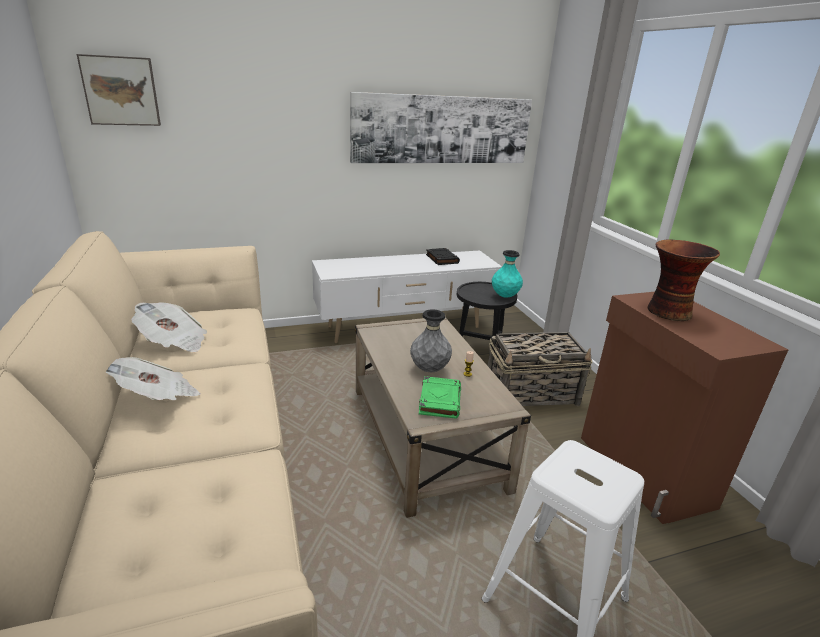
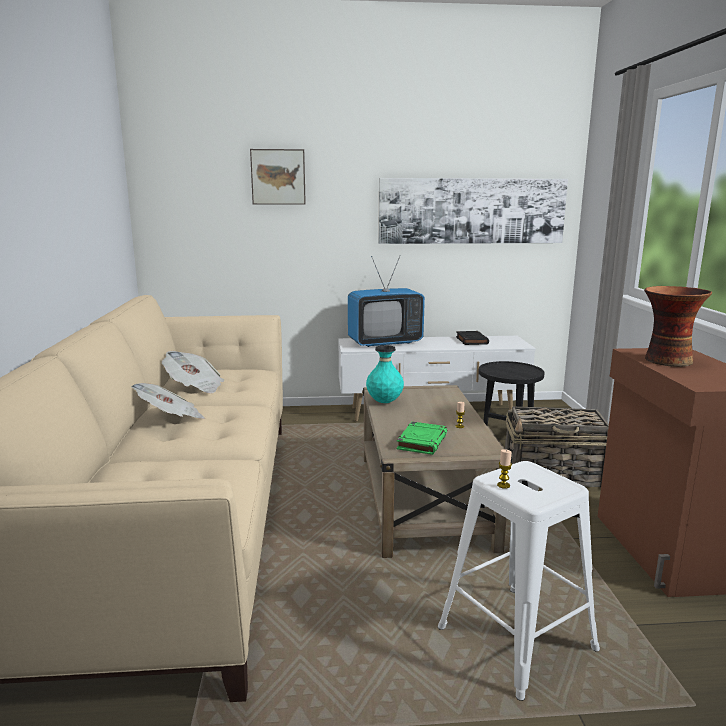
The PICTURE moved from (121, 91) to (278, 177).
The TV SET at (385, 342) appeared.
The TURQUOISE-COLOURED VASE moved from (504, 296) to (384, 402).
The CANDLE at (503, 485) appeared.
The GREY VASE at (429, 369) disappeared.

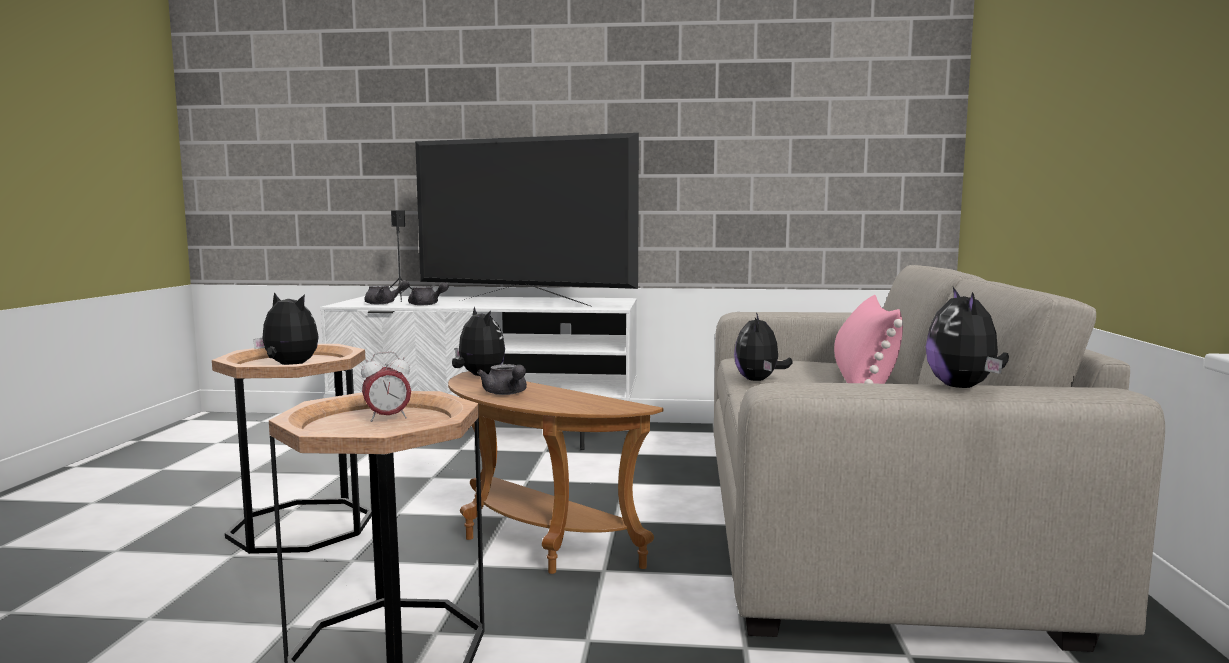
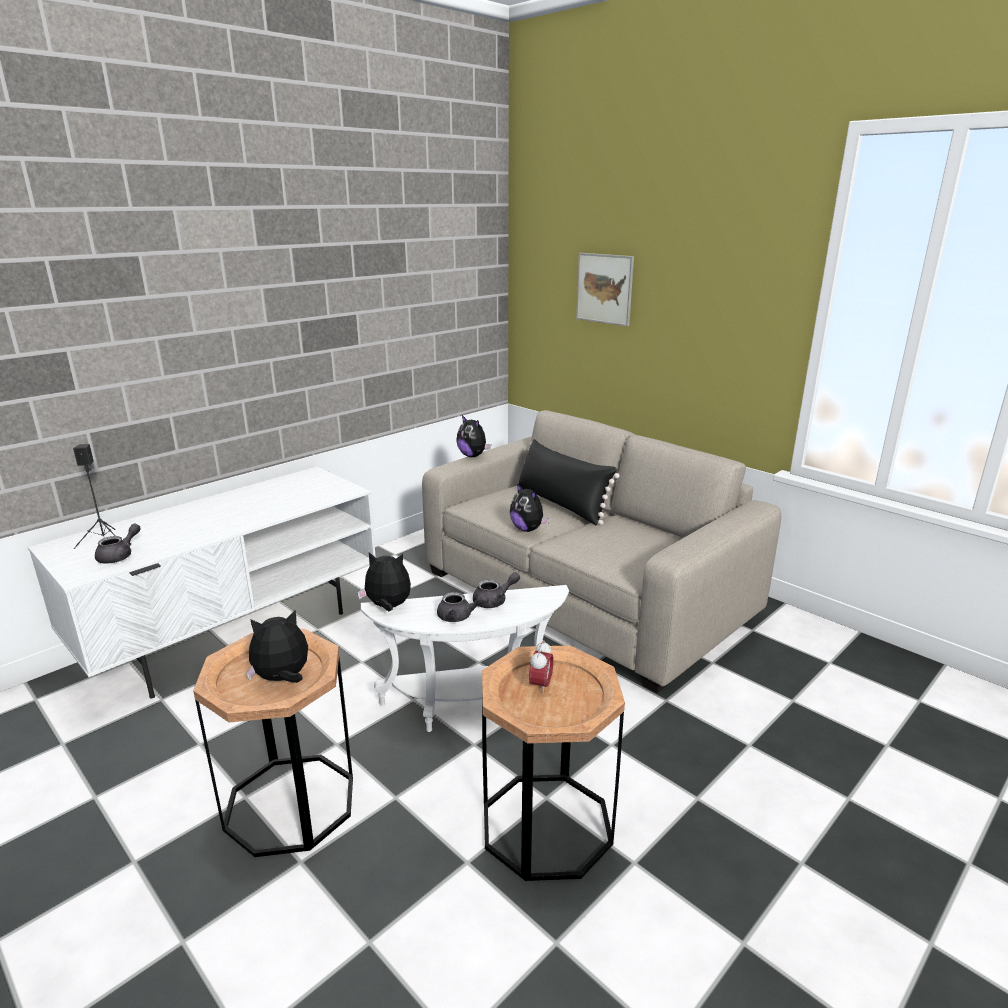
The BROWN ACCENT TABLE at (533, 543) became the WHITE-COLOURED ACCENT TABLE at (471, 707).
The CUDDLY TOY moved from (964, 387) to (473, 456).
The GREY POT FOR TEA moved from (426, 304) to (494, 601).
The PINKISH CUSHION at (863, 380) became the BLACK-COLOURED CUSHION at (561, 504).
The PICTURE at (604, 289) appeared.
The TV SET at (524, 303) disappeared.

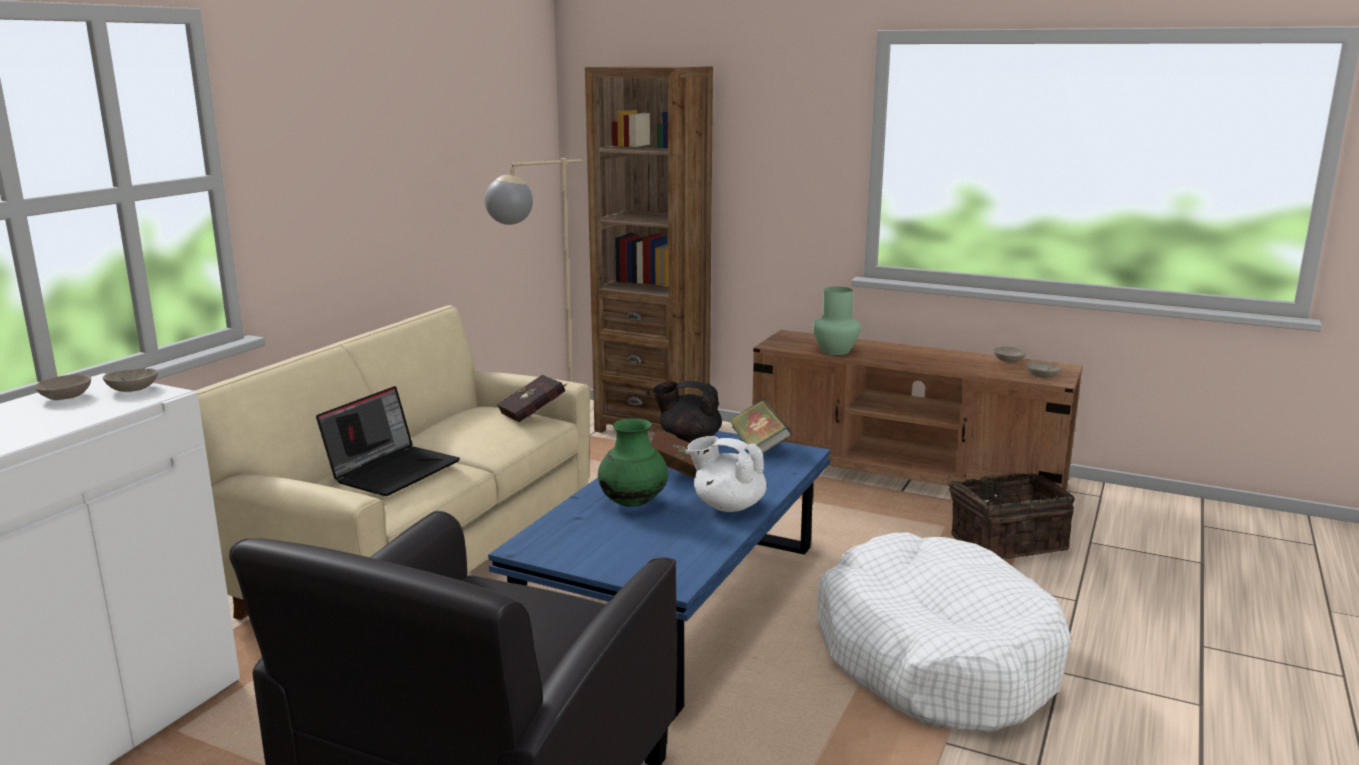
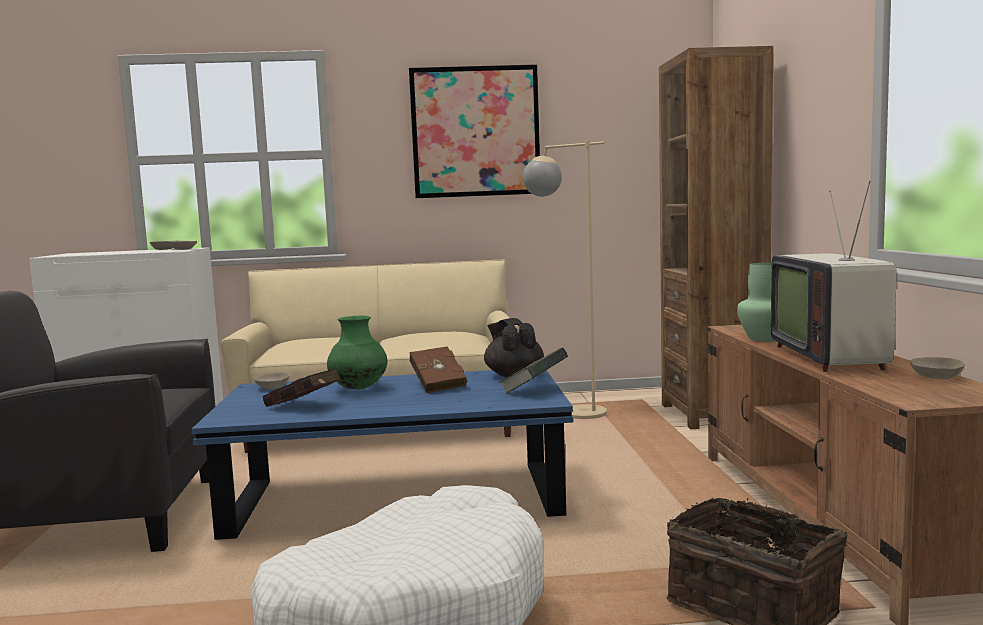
The BEIGE-COLOURED BOWL moved from (1041, 376) to (272, 387).
The RED VOLUME moved from (535, 413) to (305, 406).
The PICTURE at (475, 132) appeared.
The TV SET at (833, 356) appeared.
The NOTEBOOK COMPUTER at (393, 470) disappeared.
The WHITE-COLOURED POT FOR TEA at (728, 506) disappeared.

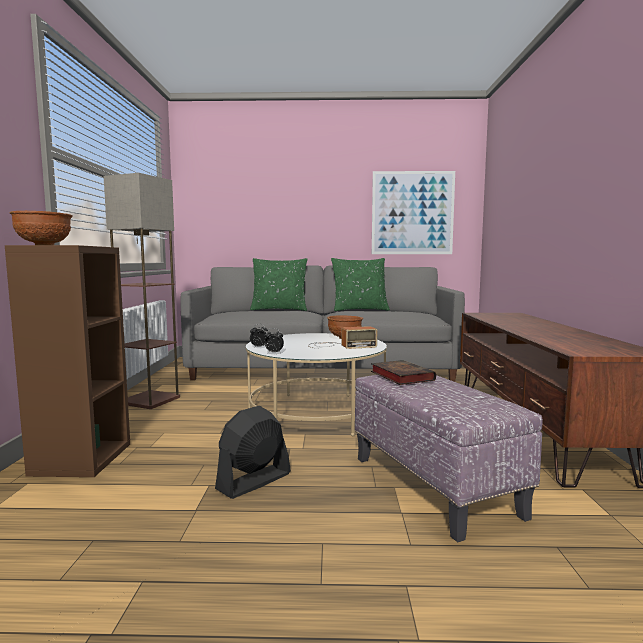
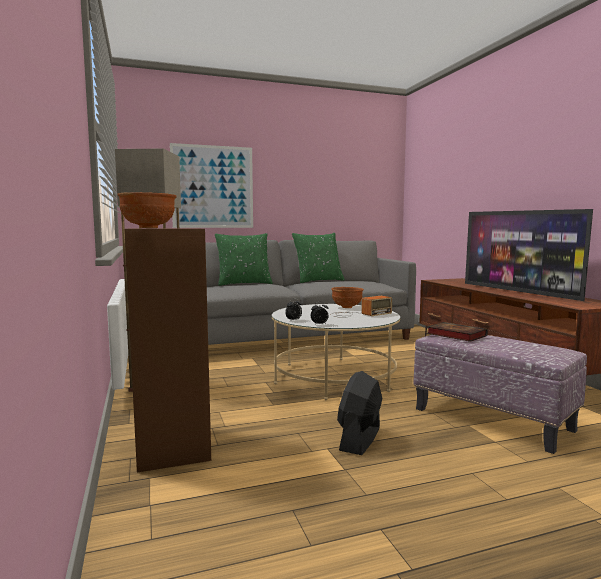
The PICTURE moved from (412, 213) to (213, 187).
The TV SET at (519, 291) appeared.

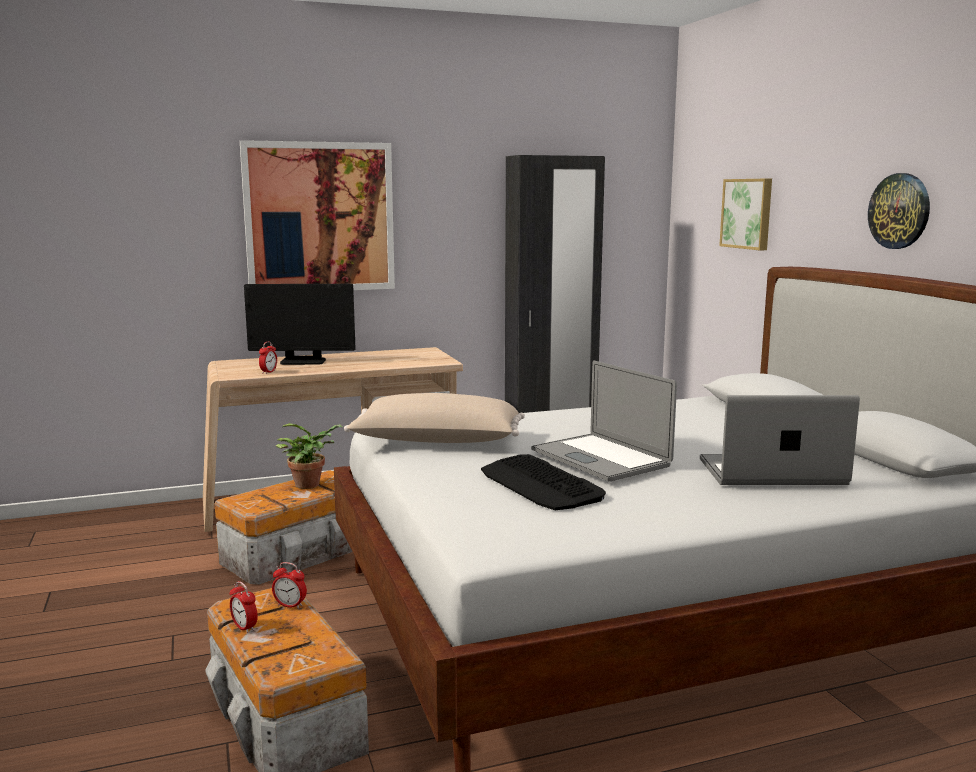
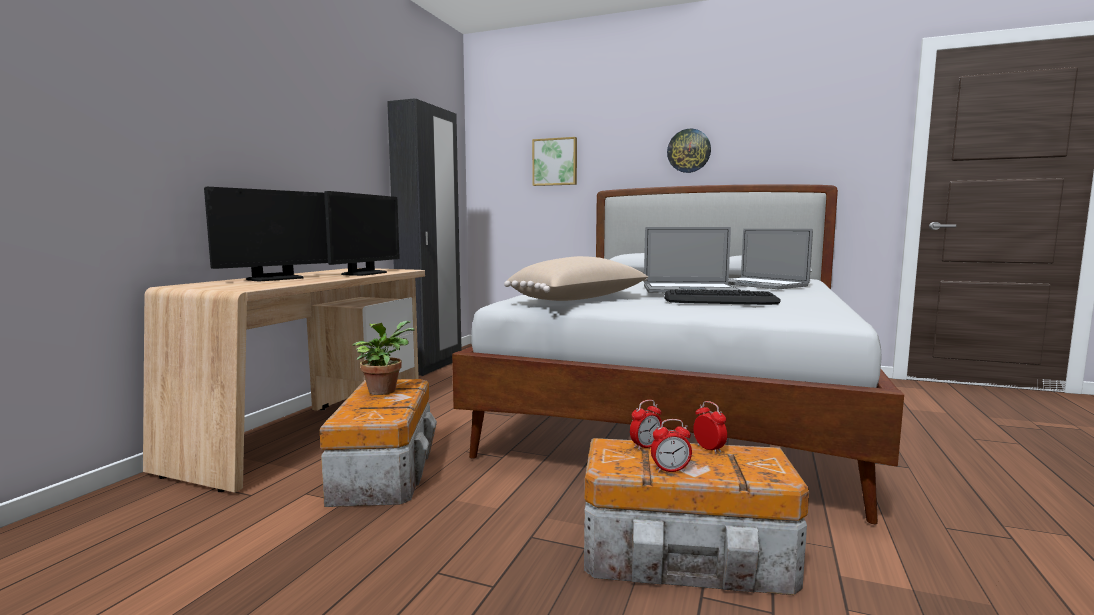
The MONITOR at (364, 273) appeared.
The TABLE CLOCK moved from (268, 372) to (709, 449).
The NOTEBOOK COMPUTER at (771, 472) turned 75 degrees counterclockwise.
The PICTURE at (319, 217) disappeared.

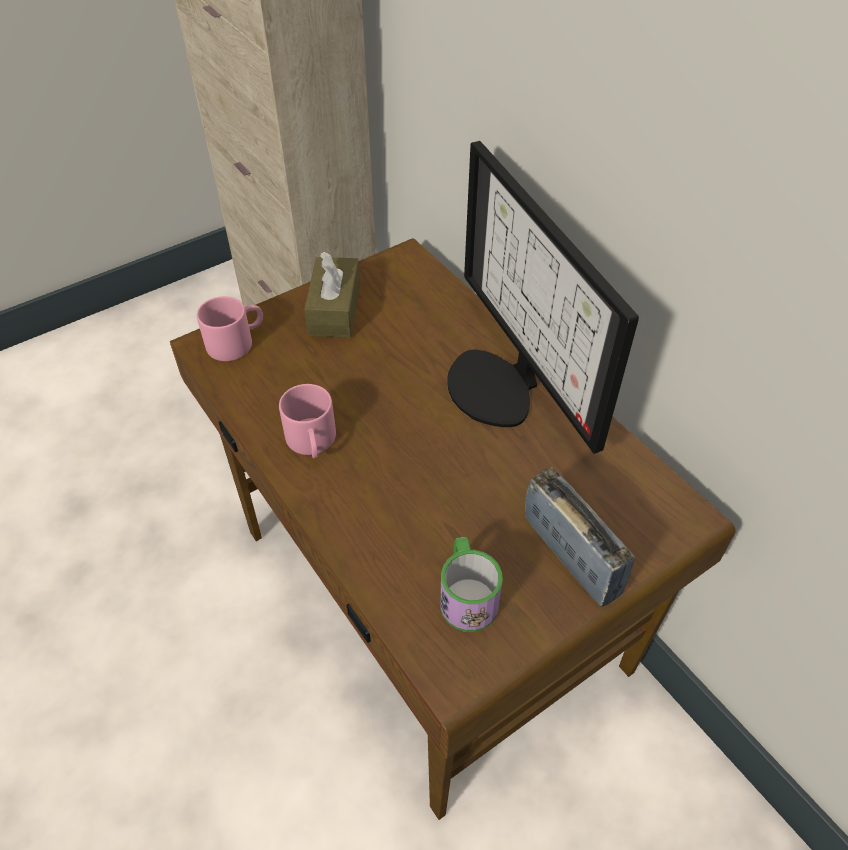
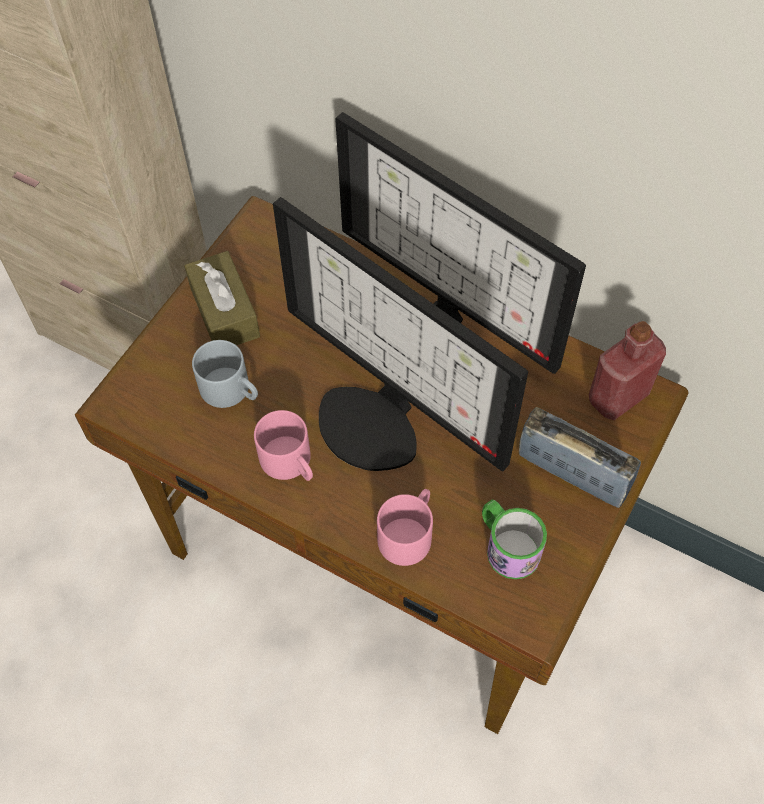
The GREY COFFEE MUG at (232, 390) appeared.
The MONITOR at (376, 421) appeared.
The PINKISH COFFEE MUG moved from (236, 341) to (408, 532).
The RED BOTTLE at (618, 397) appeared.

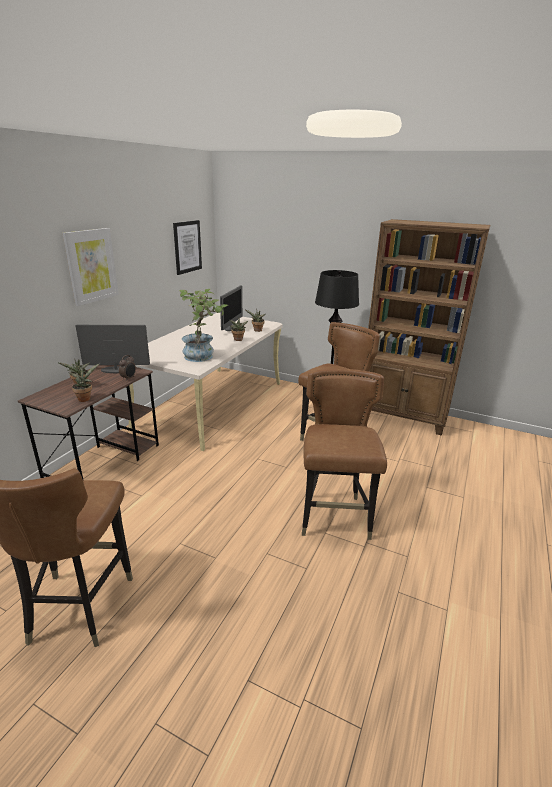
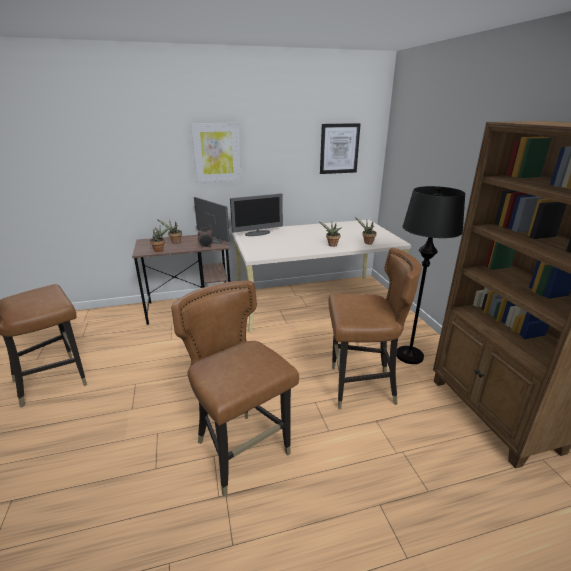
The BROWN CHAIR at (335, 517) turned 90 degrees counterclockwise.
The MONITOR moved from (232, 327) to (257, 233).
The POTTED PLANT at (203, 356) disappeared.

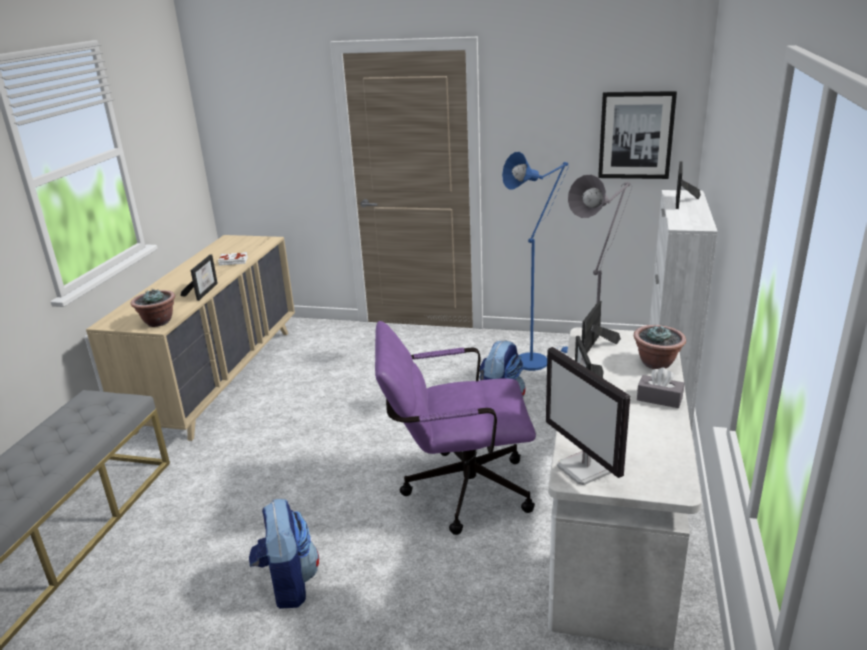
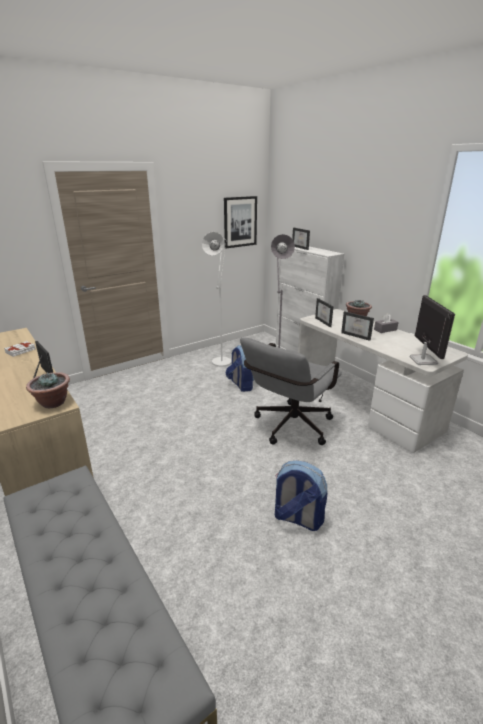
The BLUISH STANDING LAMP at (536, 360) became the WHITE-COLOURED STANDING LAMP at (222, 360).
The PURPLE-COLOURED OFFICE CHAIR at (456, 490) became the GREY OFFICE CHAIR at (289, 428).
The MONITOR at (585, 469) turned 105 degrees counterclockwise.

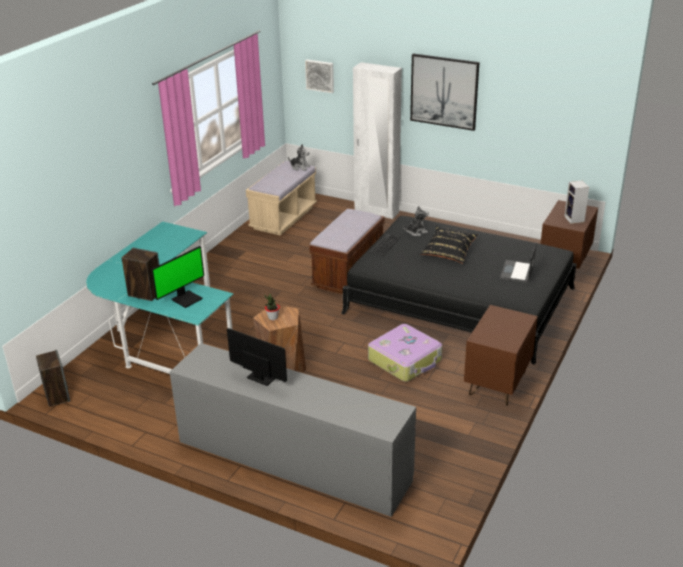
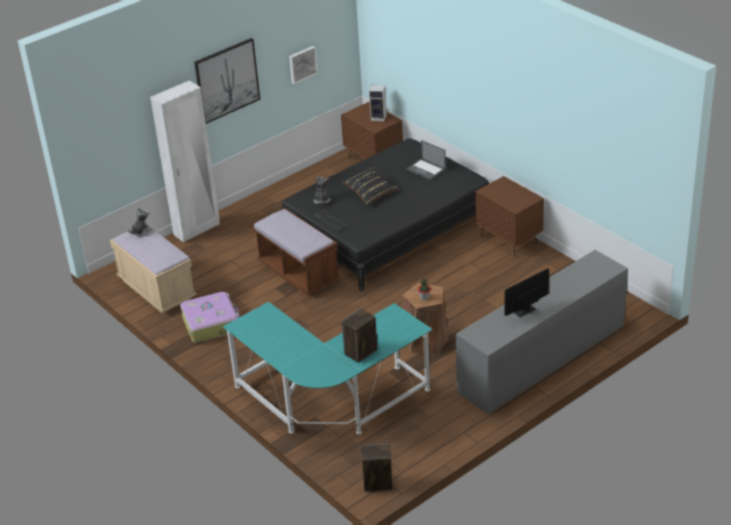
The PIECE OF LUGGAGE moved from (405, 360) to (211, 323).
The PICTURE moved from (320, 75) to (302, 64).
The MONITOR at (186, 299) disappeared.

